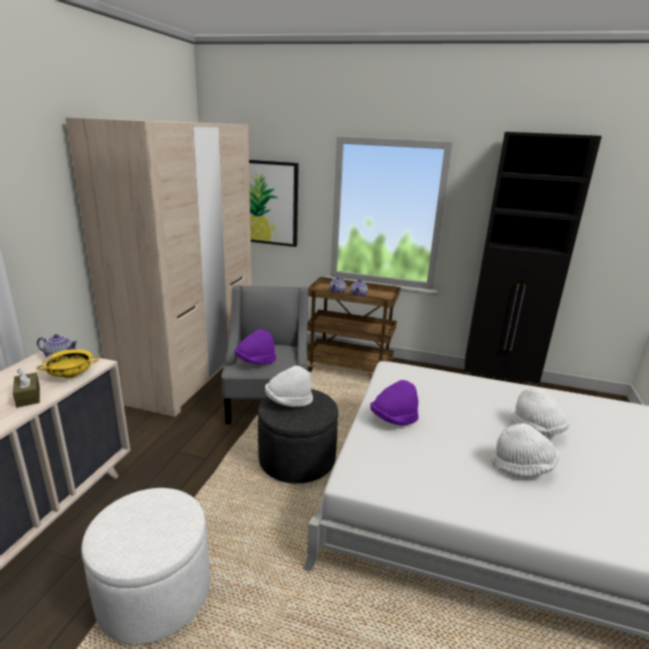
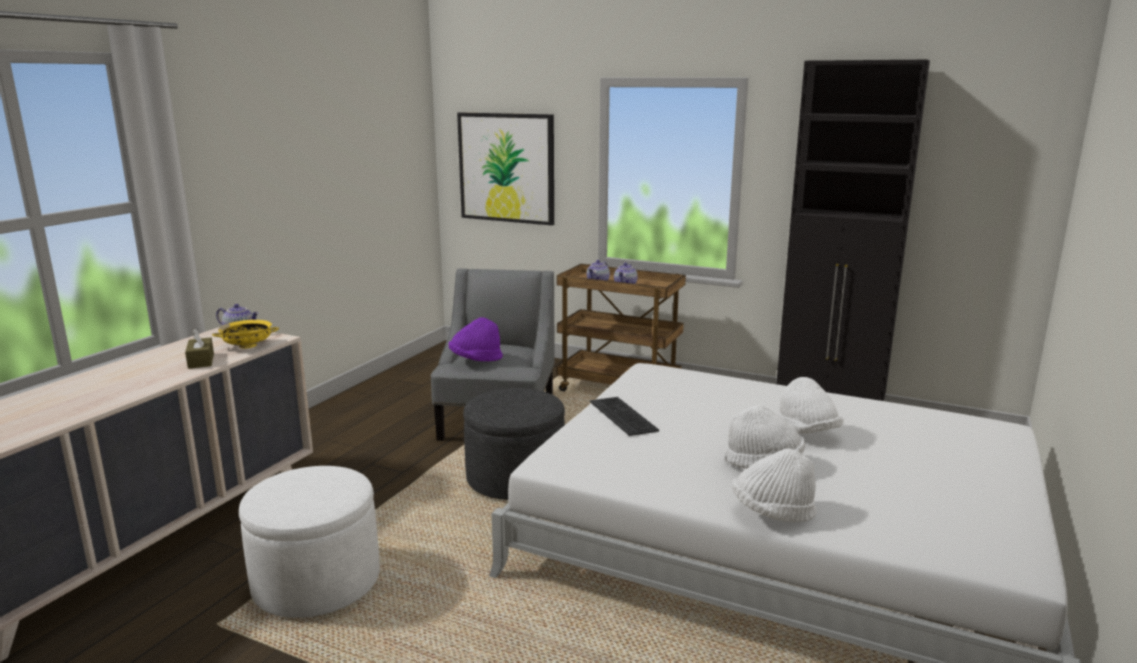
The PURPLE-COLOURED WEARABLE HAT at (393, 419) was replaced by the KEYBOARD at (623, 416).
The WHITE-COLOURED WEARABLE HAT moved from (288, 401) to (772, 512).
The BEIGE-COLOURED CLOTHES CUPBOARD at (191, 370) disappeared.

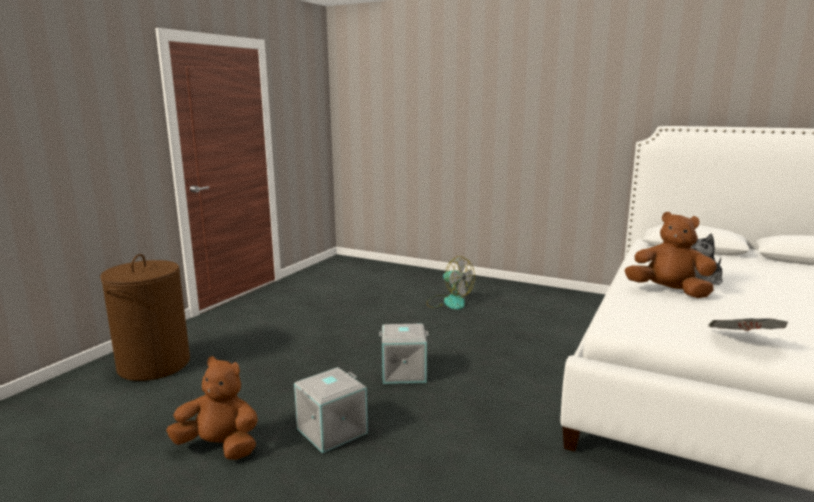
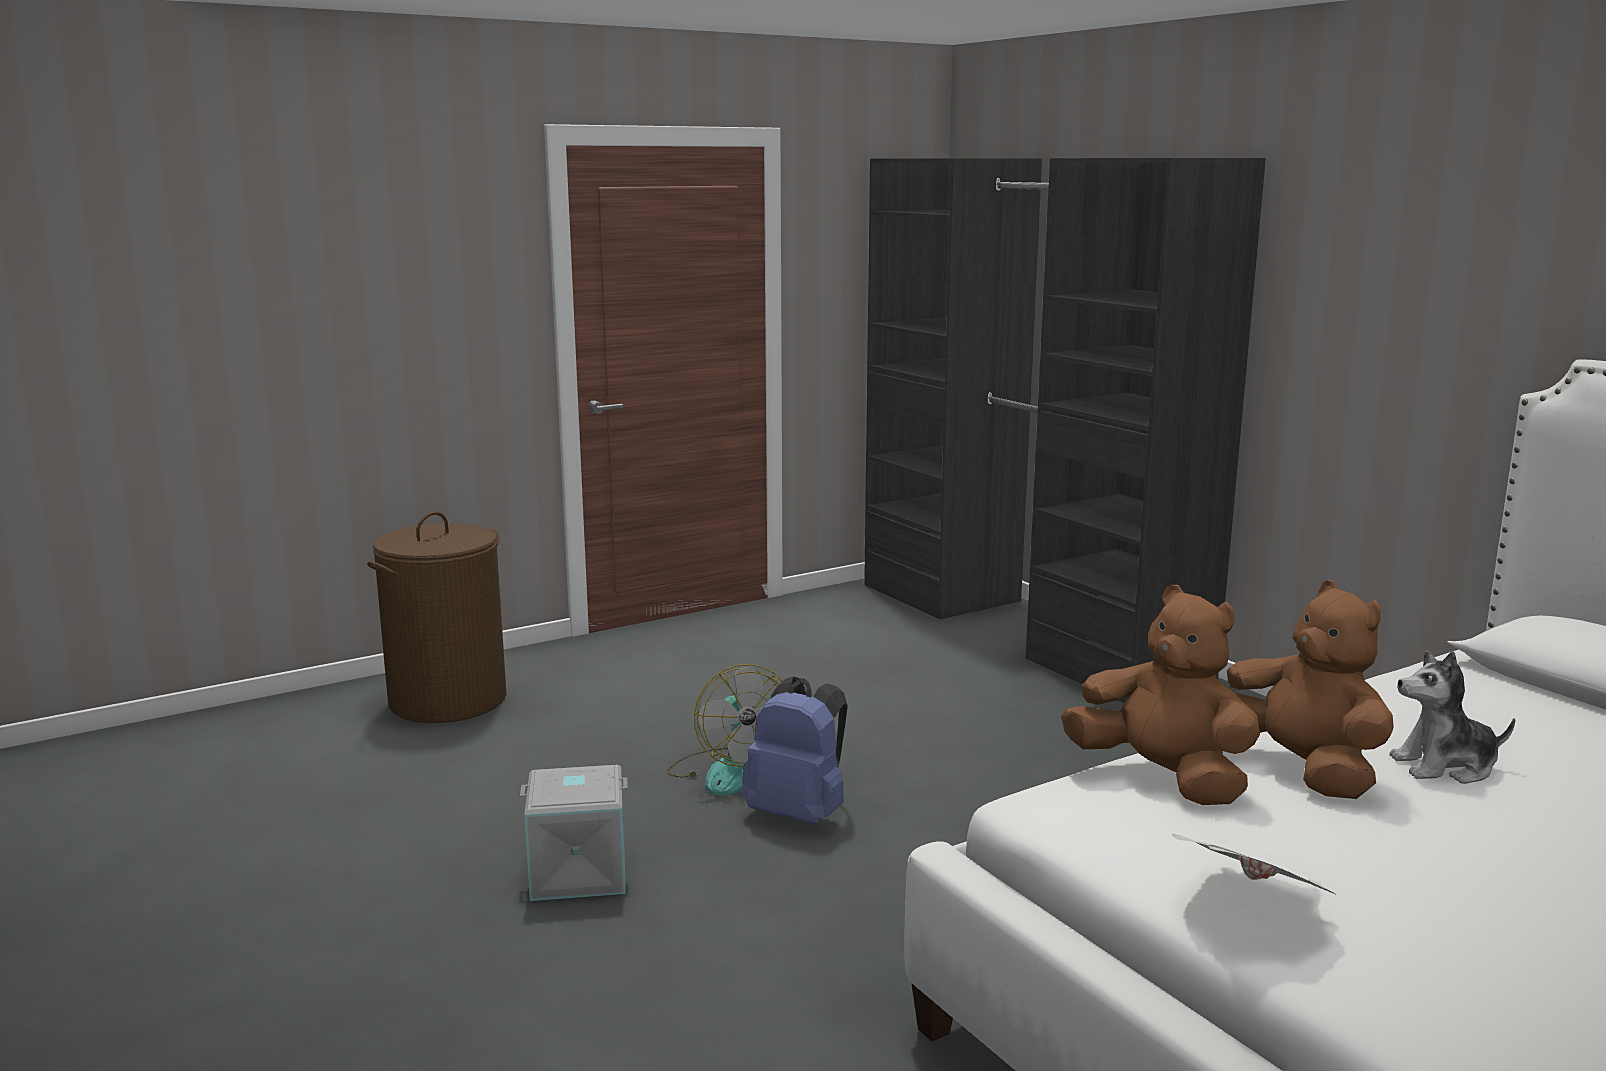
The FAN moved from (449, 302) to (727, 771).
The GREY STORAGE BIN at (404, 372) was replaced by the BLUISH BACKPACK at (799, 813).
The BLACK-COLOURED CLOTHES CUPBOARD at (1024, 628) appeared.
The BROWN CUDDLY TOY moved from (220, 447) to (1162, 778).

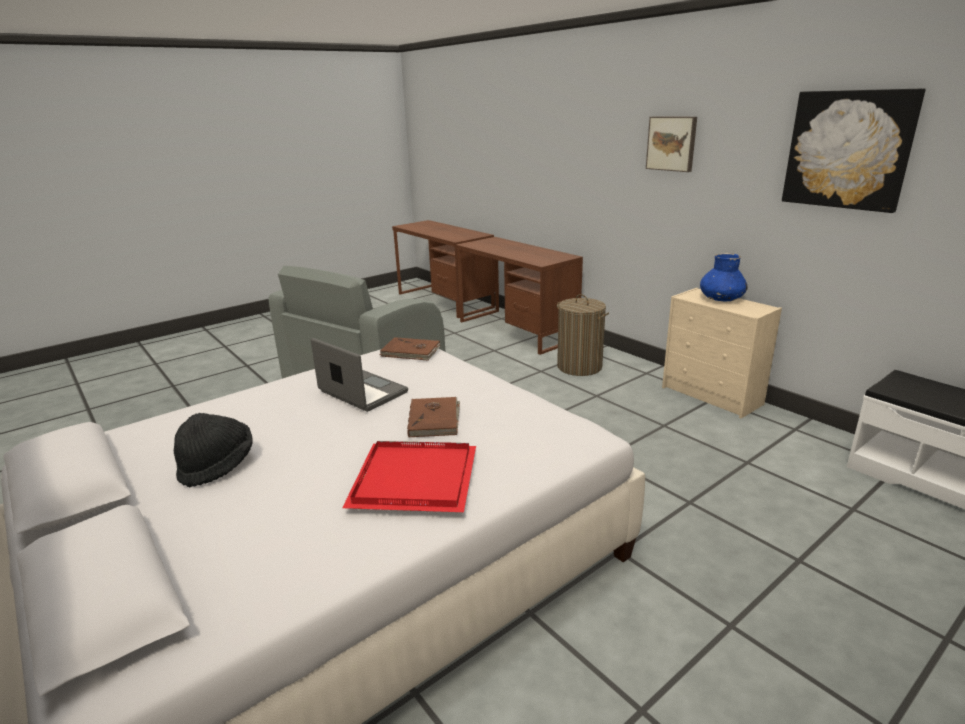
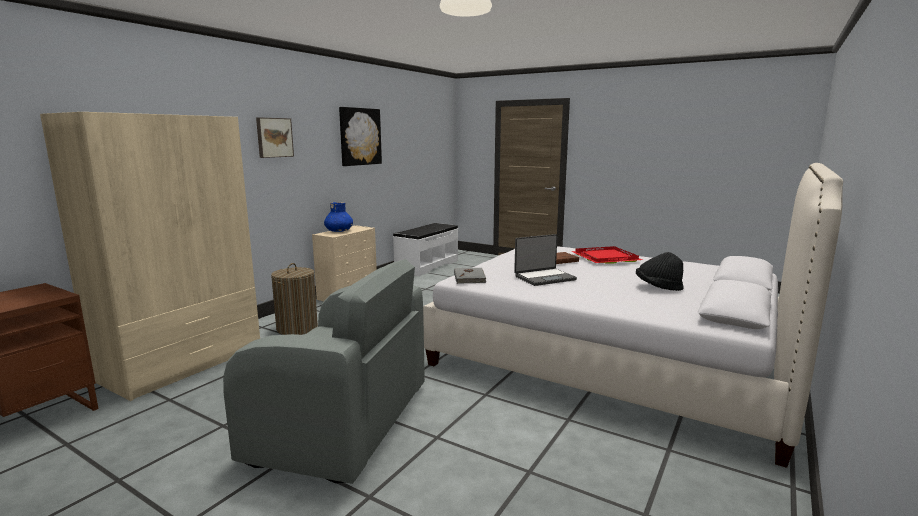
The BROWN DESK TABLE at (516, 330) was replaced by the BEIGE-COLOURED CLOTHES CUPBOARD at (182, 363).
The BROWN VOLUME at (411, 352) became the GREY VOLUME at (470, 277).
The NOTEBOOK COMPUTER at (361, 393) turned 135 degrees counterclockwise.

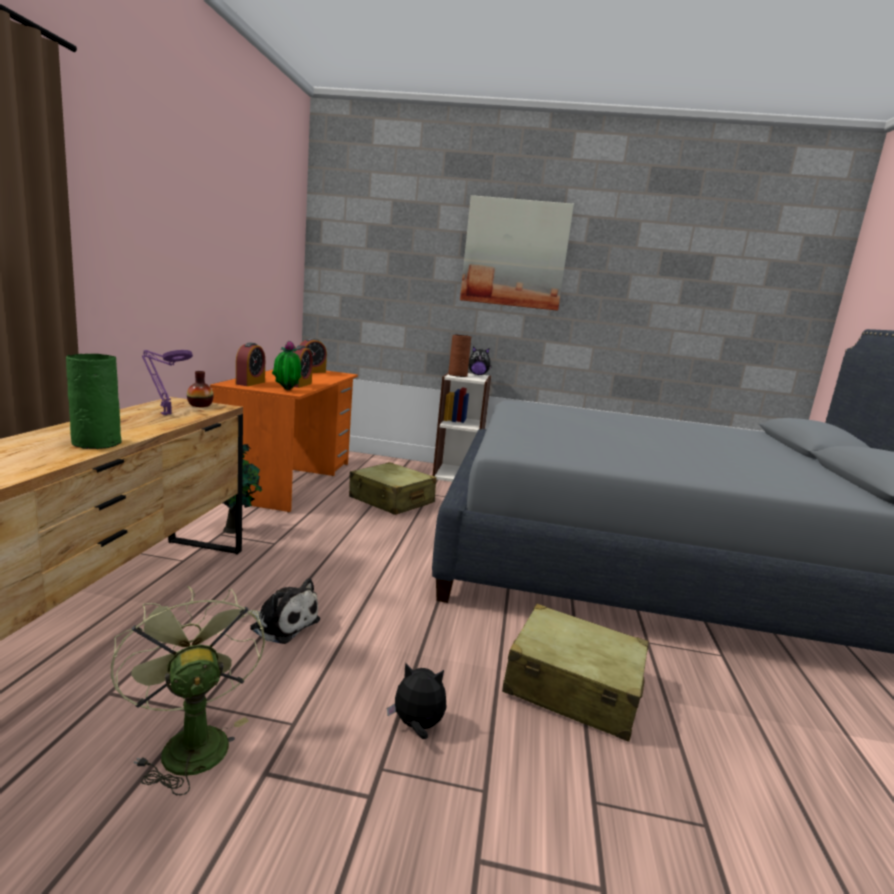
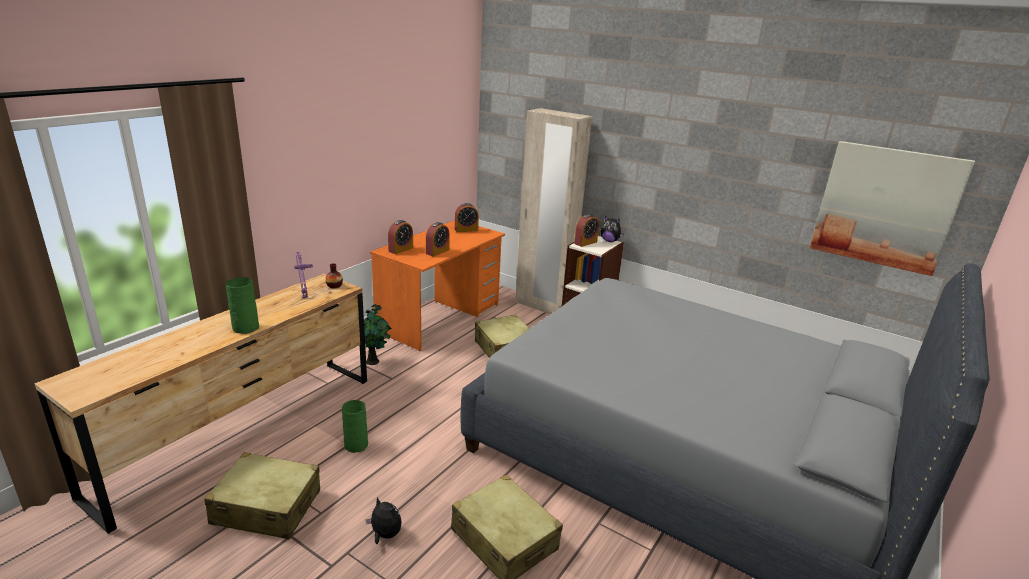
The GREEN-COLOURED FAN at (190, 741) was replaced by the BEIGE-COLOURED PIECE OF LUGGAGE at (267, 507).
The CUDDLY TOY at (282, 623) was replaced by the GREEN-COLOURED VASE at (356, 445).
The BEIGE-COLOURED CLOTHES CUPBOARD at (543, 306) appeared.
The BROWN VASE at (457, 375) was replaced by the TABLE CLOCK at (585, 243).
The PICTURE moved from (515, 254) to (885, 207).
The POTTED PLANT at (286, 390) disappeared.

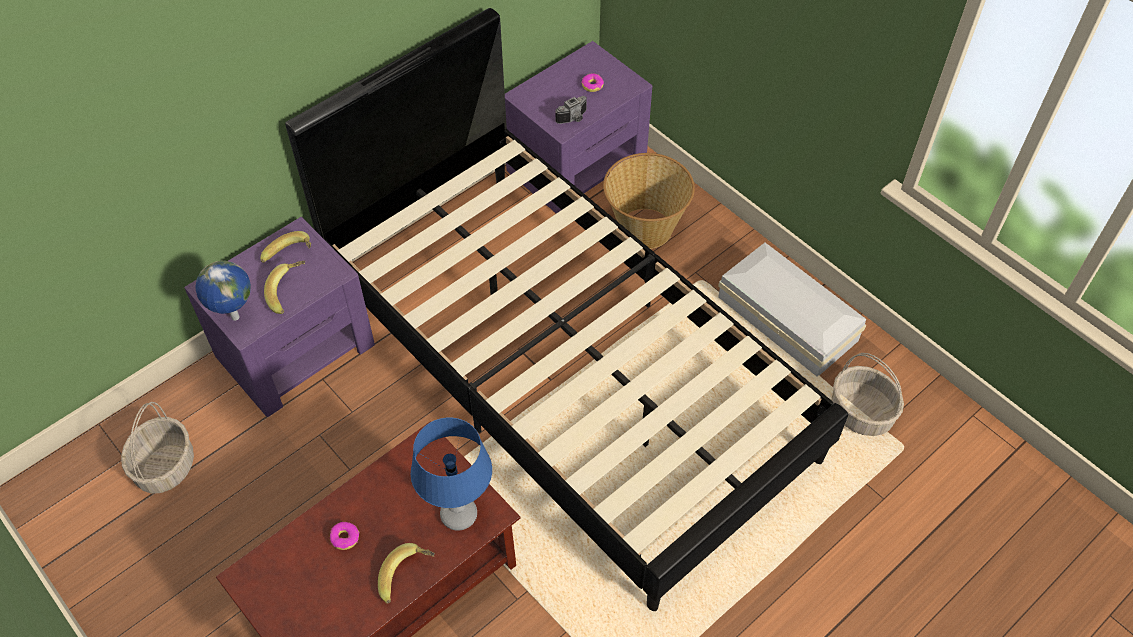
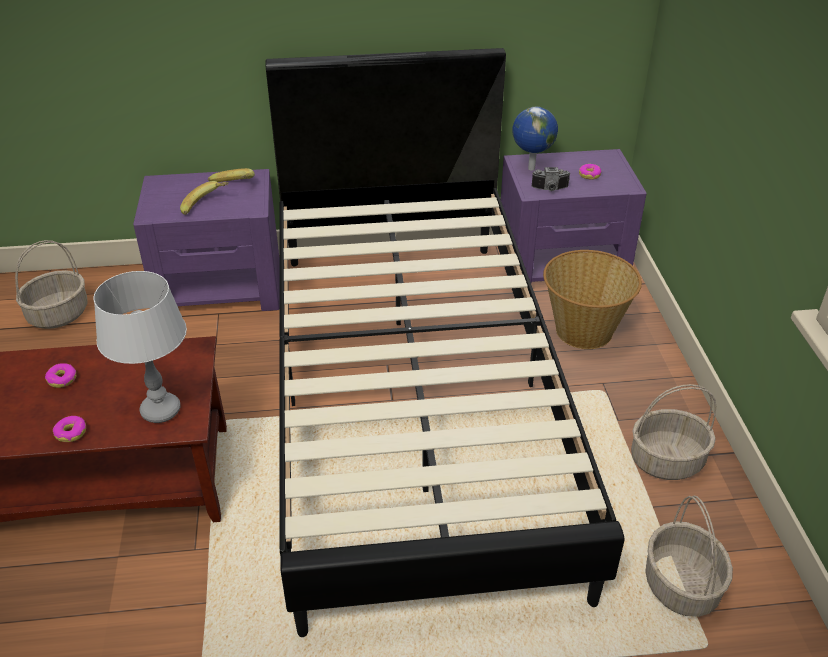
The BANANA FRUIT at (408, 577) was replaced by the DOUGHNUT at (71, 432).
The BLUISH TABLE LAMP at (458, 515) became the GREY TABLE LAMP at (160, 411).
The WORLD GLOBE moved from (234, 318) to (530, 168).
The WHITE-COLOURED STORAGE BIN at (786, 317) was replaced by the HOUSEHOLD BASKET at (667, 460).

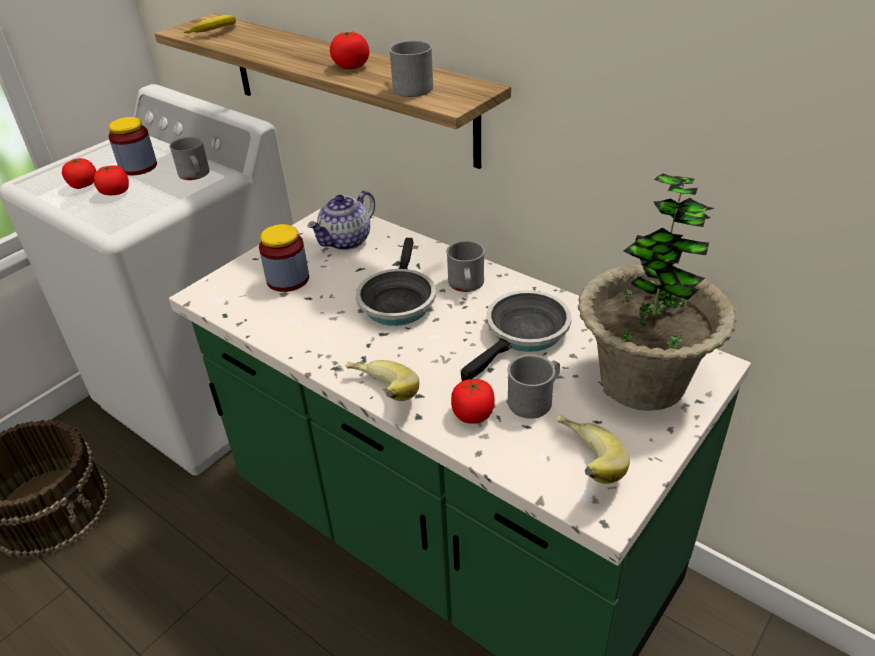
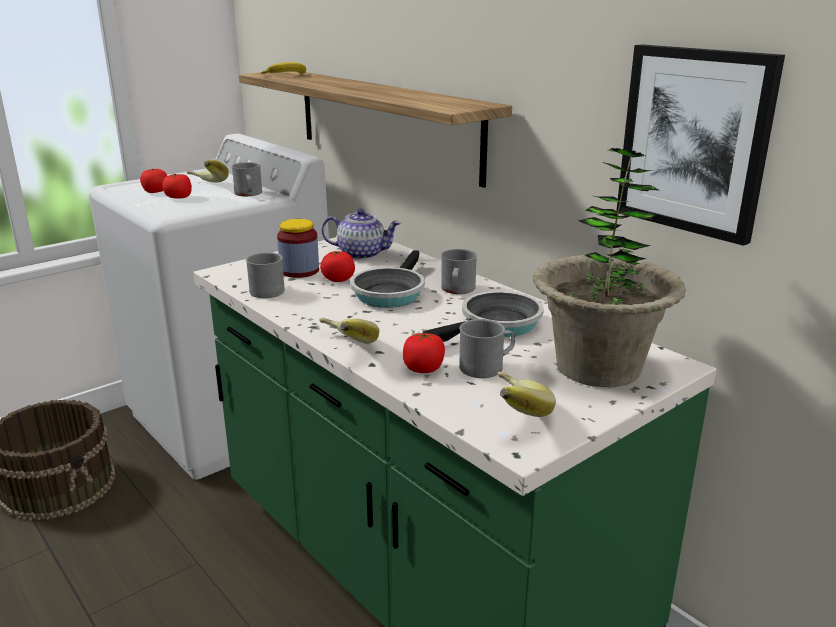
The STORAGE JAR at (138, 167) was replaced by the BANANA FRUIT at (205, 186).
The GREY COFFEE MUG moved from (409, 87) to (266, 289).
The FRESH TOMATO moved from (351, 66) to (338, 279).
The POT FOR TEA at (346, 241) turned 135 degrees counterclockwise.
The PICTURE at (694, 141) appeared.

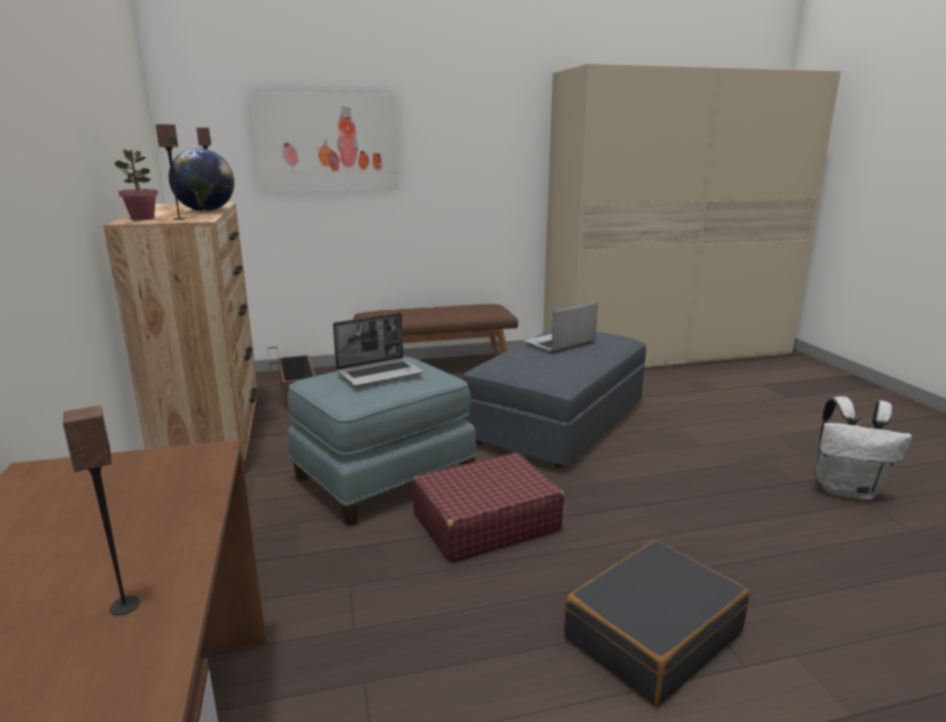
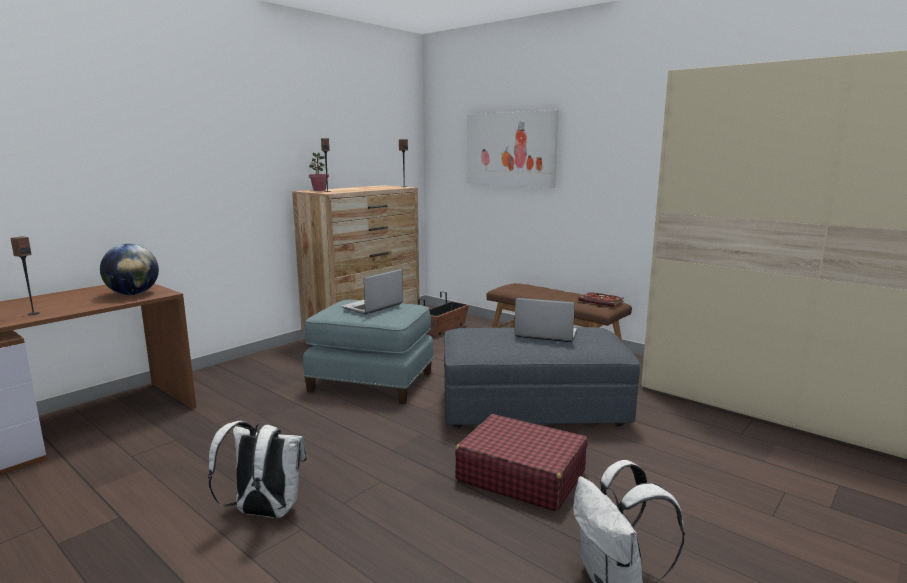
The WORLD GLOBE moved from (206, 211) to (133, 294).
The BLACK-COLOURED PIECE OF LUGGAGE at (652, 635) was replaced by the WHITE-COLOURED BACKPACK at (264, 512).
The NOTEBOOK COMPUTER at (380, 373) turned 105 degrees clockwise.
The RED PIECE OF LUGGAGE moved from (485, 522) to (520, 475).
The VOLUME at (602, 301) appeared.

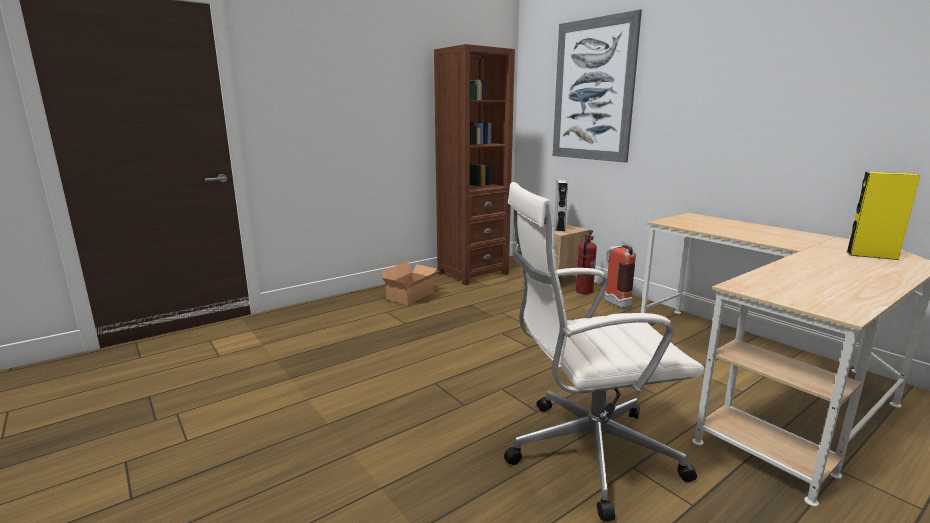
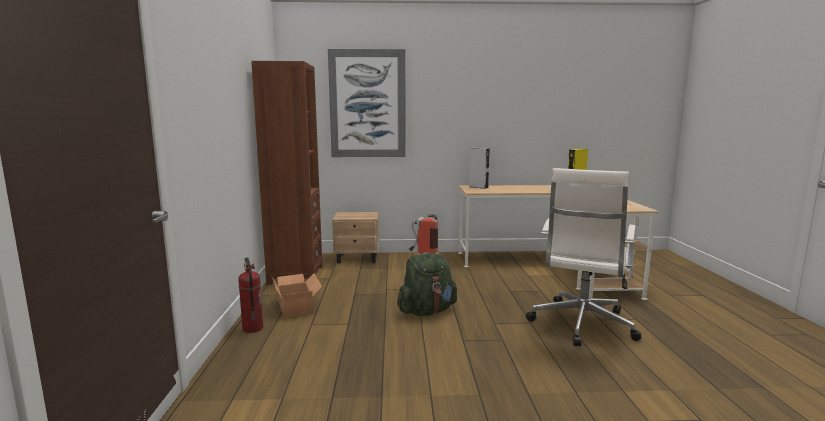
The FIRE EXTINGUISHER moved from (584, 291) to (252, 328).
The GREEN-COLOURED BACKPACK at (427, 311) appeared.
The GREY LOUDSPEAKER moved from (559, 228) to (478, 187).

